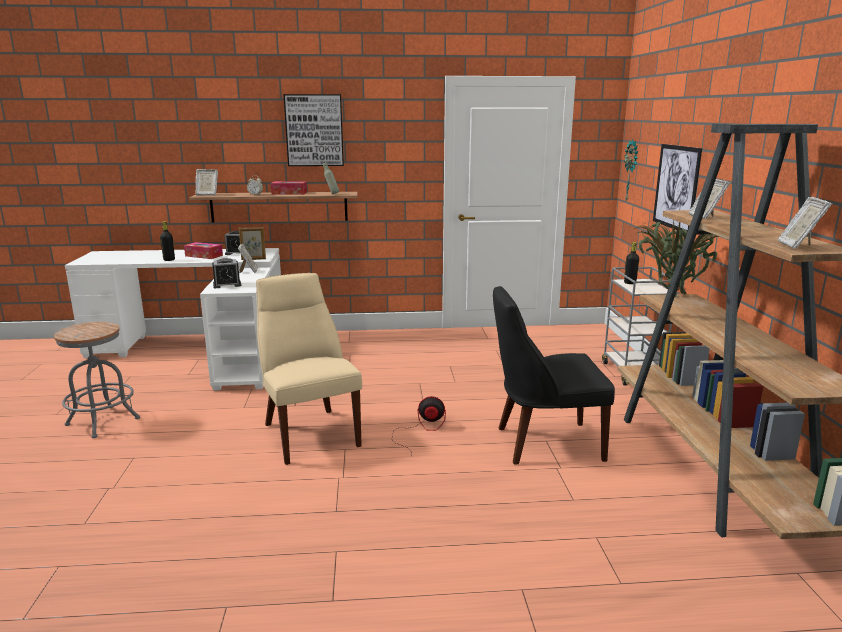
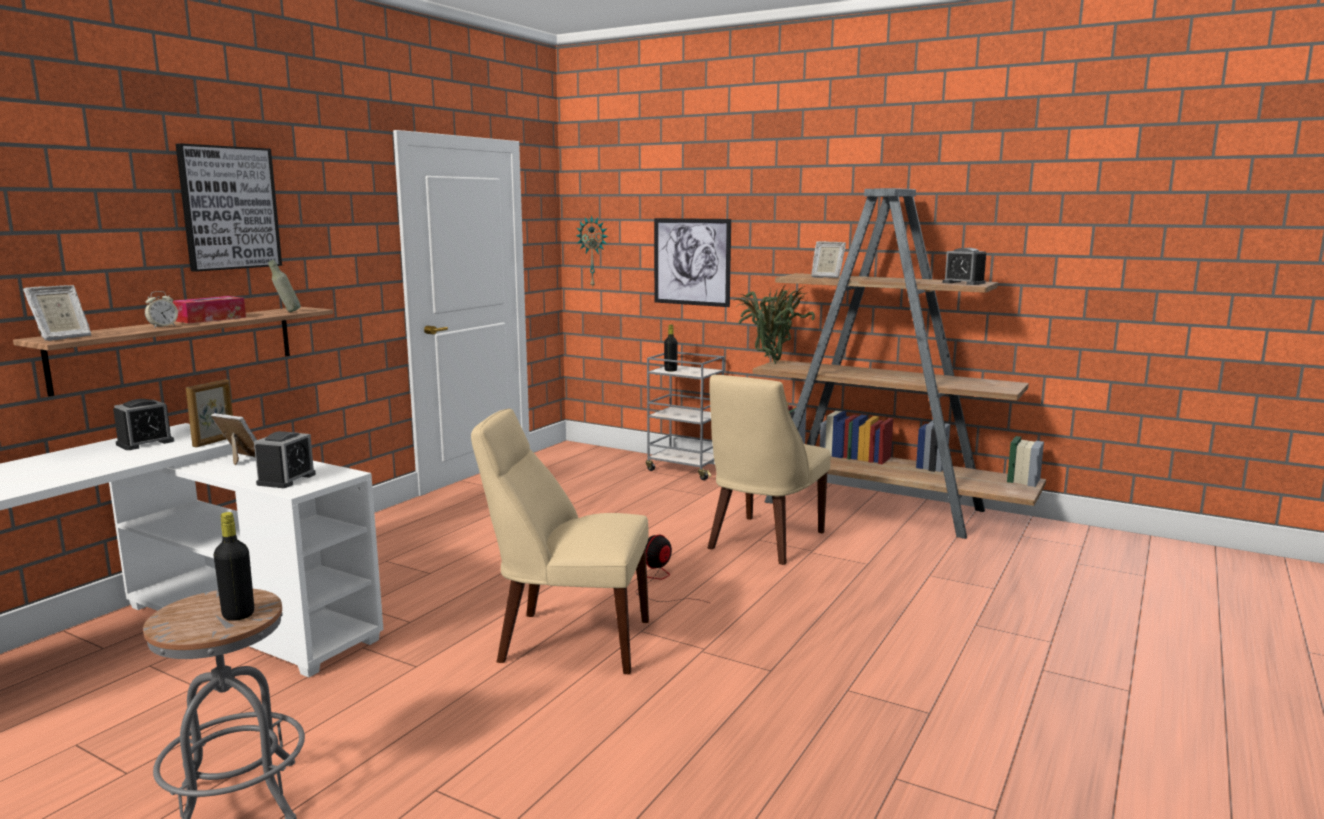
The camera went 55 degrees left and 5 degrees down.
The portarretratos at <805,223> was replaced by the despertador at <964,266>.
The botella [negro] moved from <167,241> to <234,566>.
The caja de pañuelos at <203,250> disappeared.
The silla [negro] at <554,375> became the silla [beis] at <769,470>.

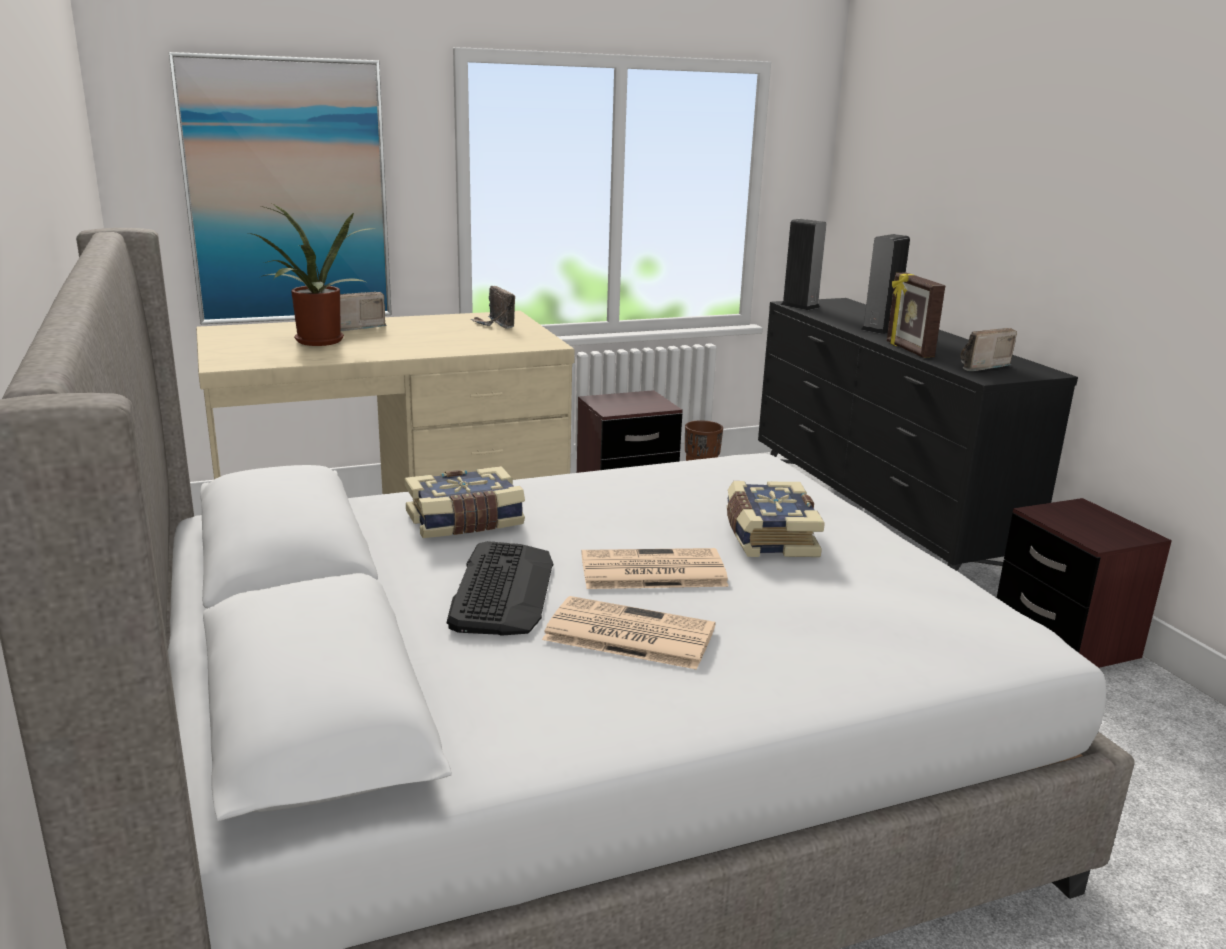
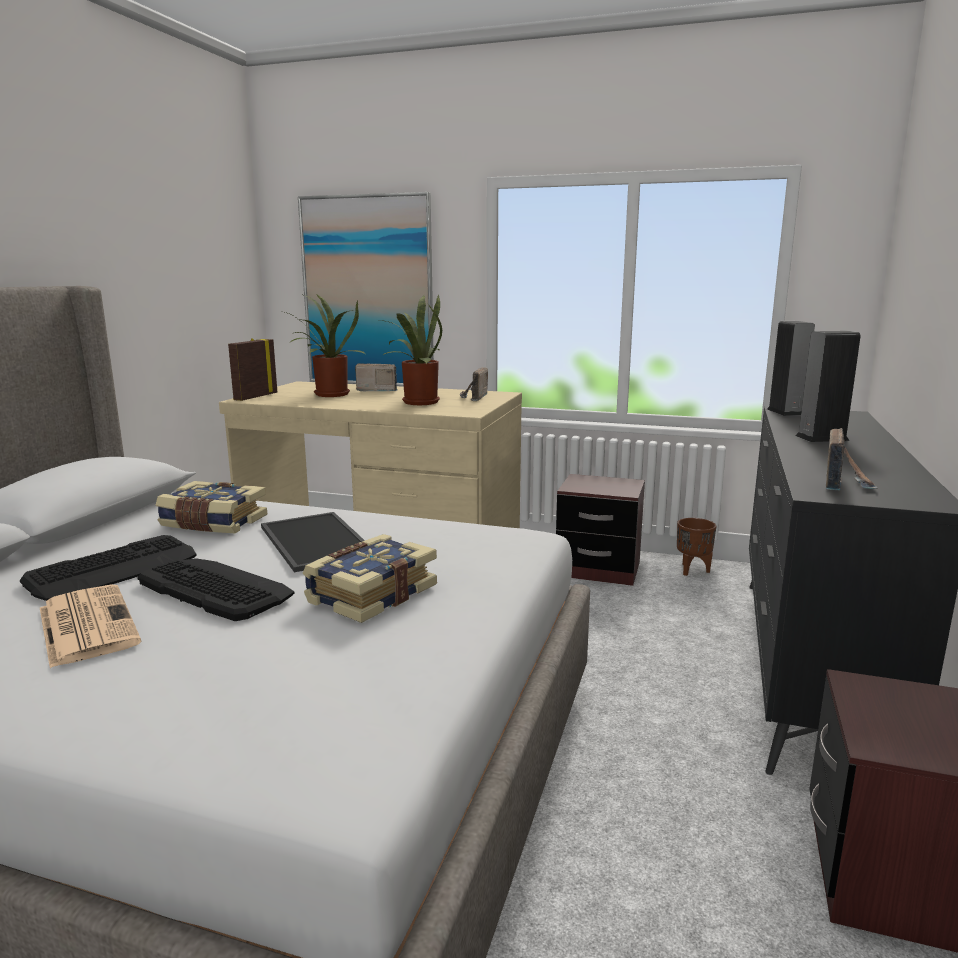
The camera went 40 degrees right and 5 degrees down.
The portarretratos moved from <916,315> to <252,369>.
The radio at <988,349> turned 105 degrees clockwise.
The periódico at <655,568> was replaced by the teclado at <216,589>.
The planta en maceta at <411,350> appeared.
The bandeja at <313,542> appeared.

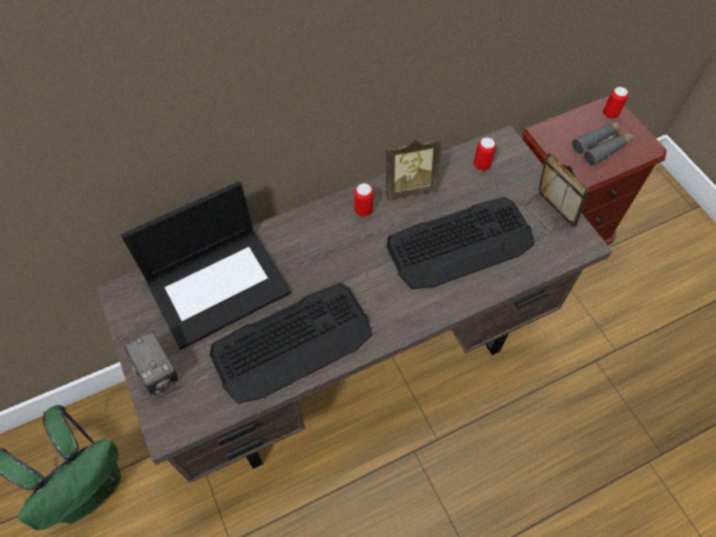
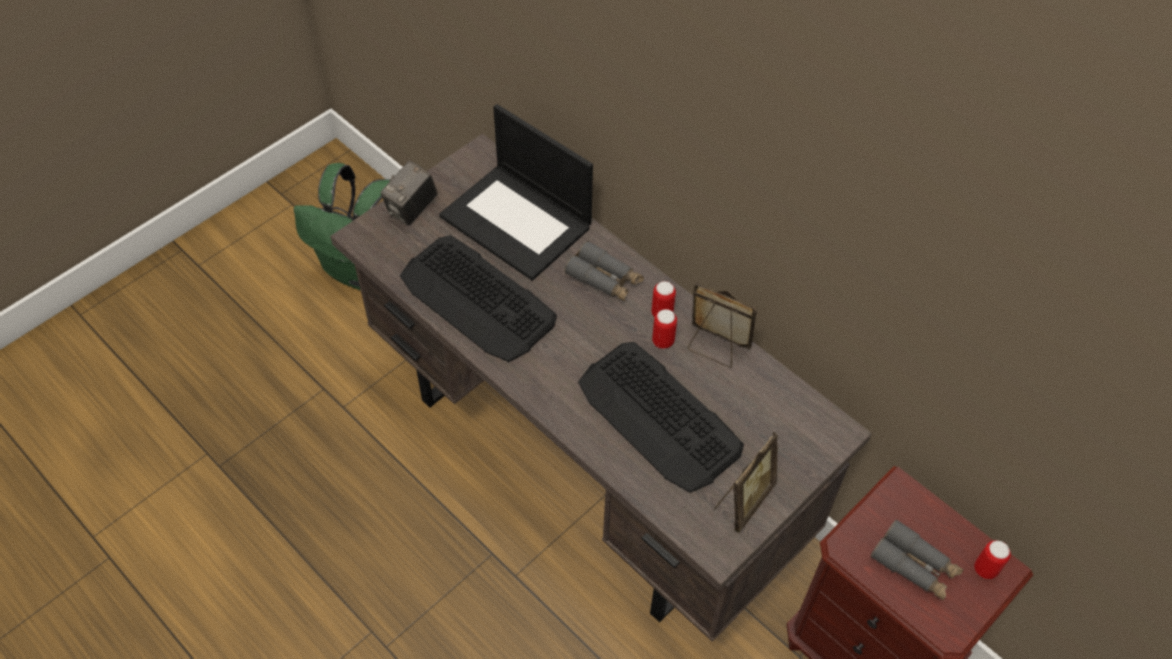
The camera went 70 degrees right and 5 degrees down.
The lata moved from <485,154> to <664,329>.
The portarretratos at <414,169> turned 150 degrees clockwise.
The prismáticos [gris] at <604,271> appeared.

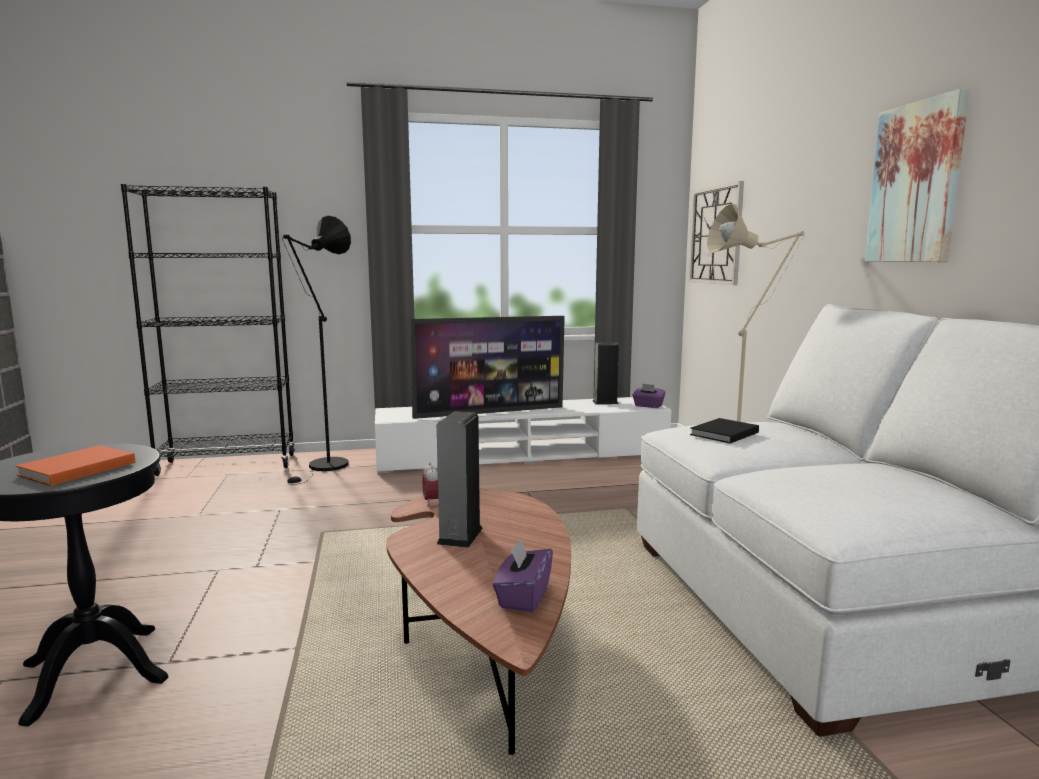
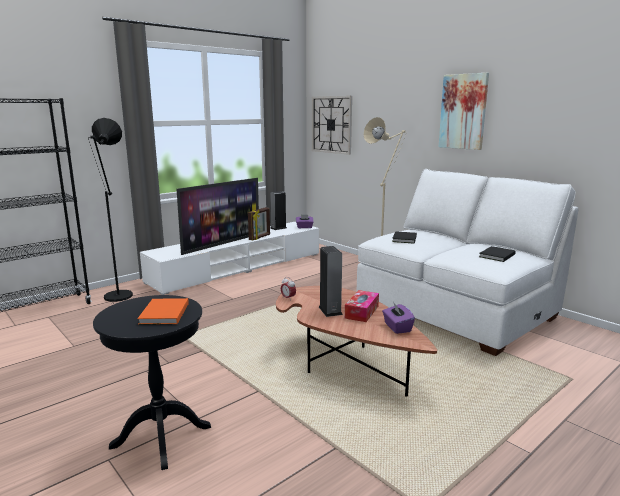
The camera went 30 degrees left and 5 degrees up.
The portarretratos at <259,223> appeared.
The libro [negro] at <497,254> appeared.
The caja de pañuelos at <362,306> appeared.

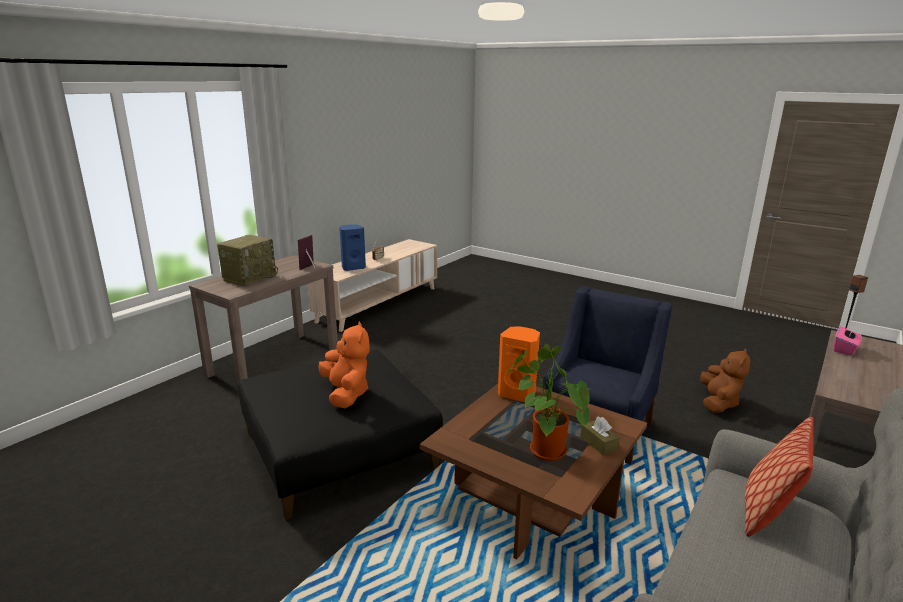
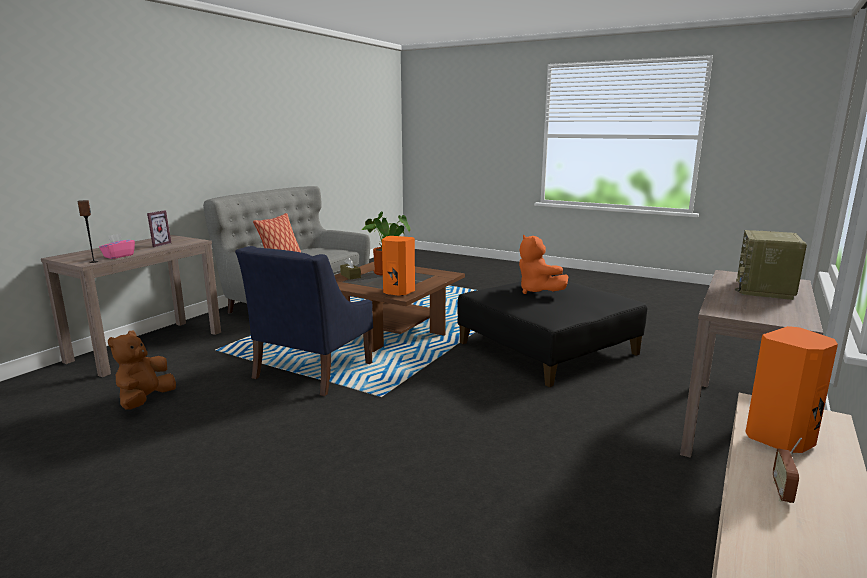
The camera went 175 degrees right and 5 degrees down.
The altavoz [azul] at <352,247> became the altavoz [naranja] at <791,389>.
The portarretratos moved from <307,252> to <159,228>.

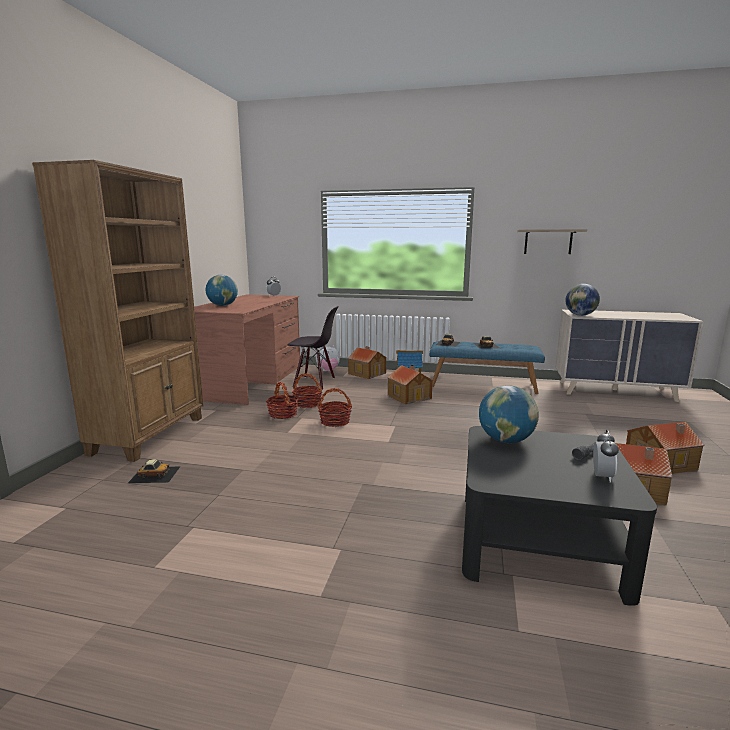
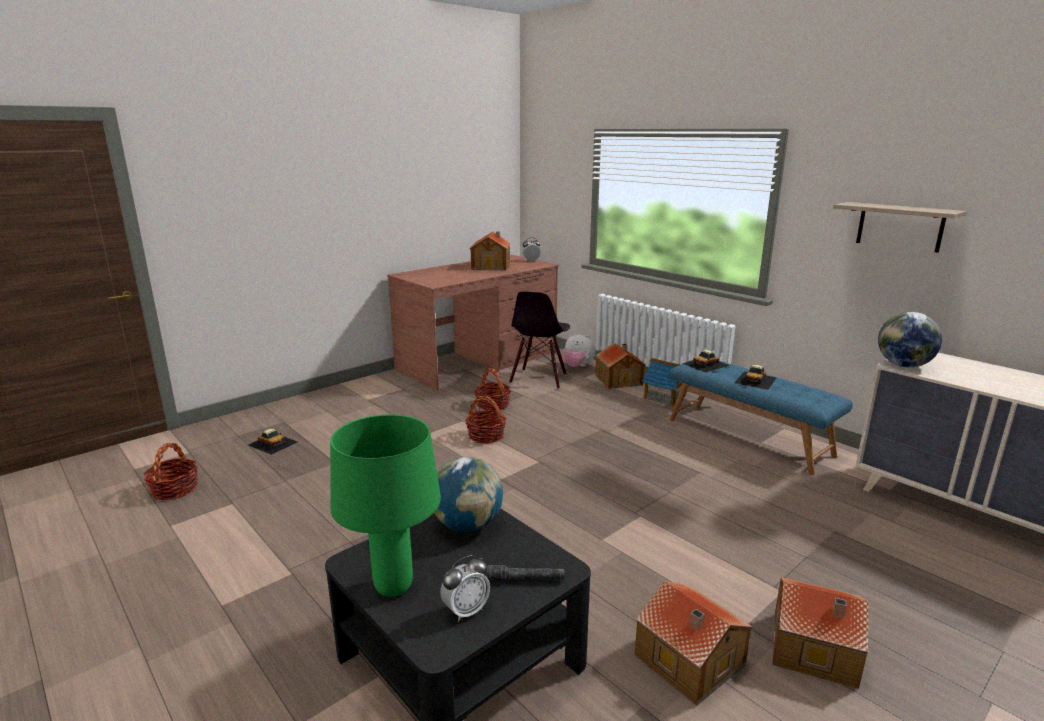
The camera went 35 degrees right and 5 degrees up.
The estantería [marrón] at <118,311> disappeared.
The globo terráqueo at <222,290> disappeared.
The silla [negro] at <313,347> turned 60 degrees clockwise.
The casita moved from <410,384> to <490,250>.
The cesta moved from <282,400> to <171,471>.
The lámpara de mesa [verde] at <385,505> appeared.

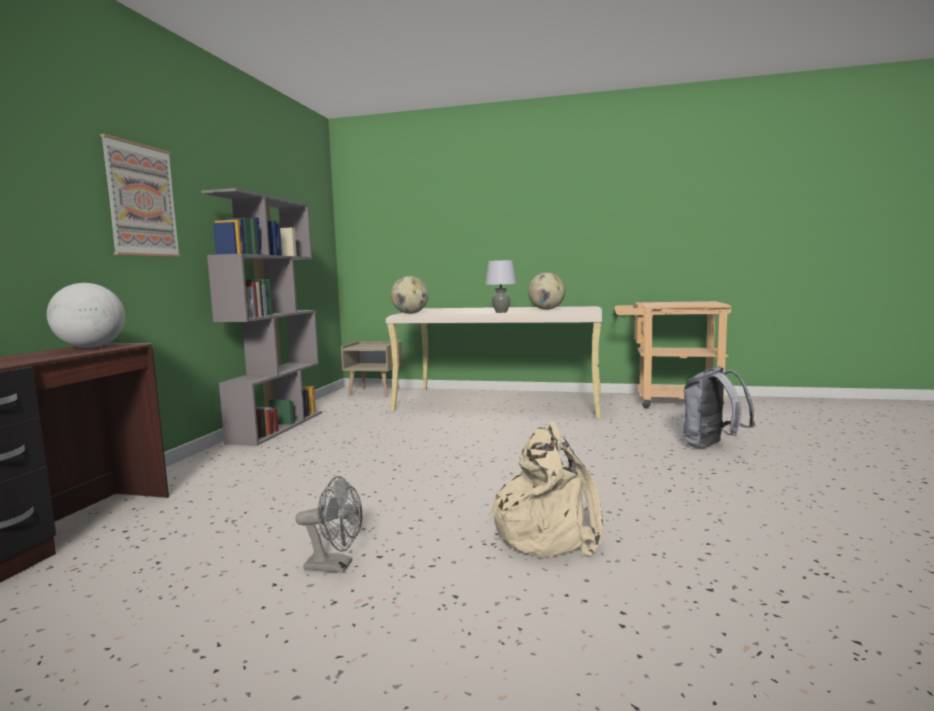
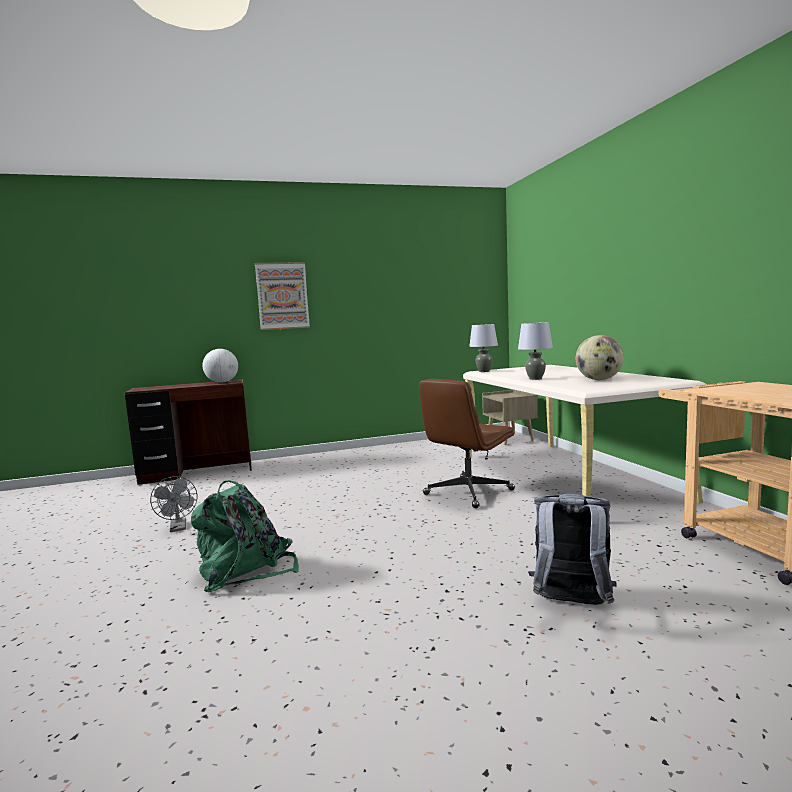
The camera went 60 degrees right and 0 degrees up.
The estantería [gris] at <261,317> disappeared.
The globo terráqueo at <409,295> was replaced by the lámpara de mesa [gris] at <483,348>.
The mochila [beis] at <545,489> became the mochila [verde] at <245,536>.
The silla de oficina [marrón] at <467,443> appeared.

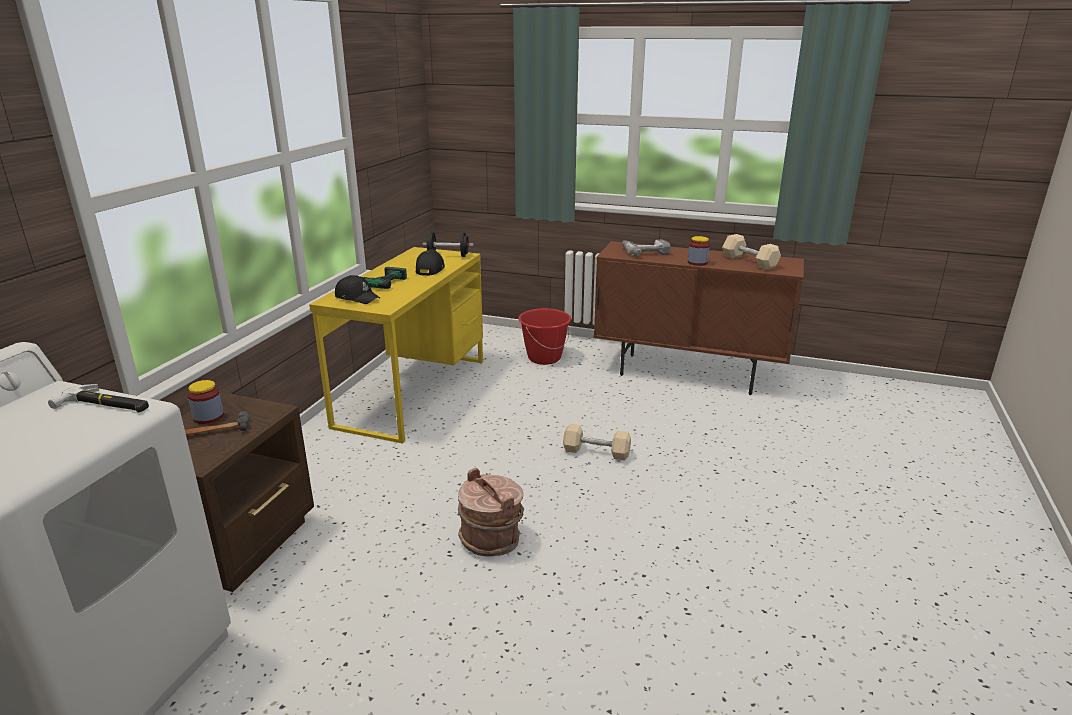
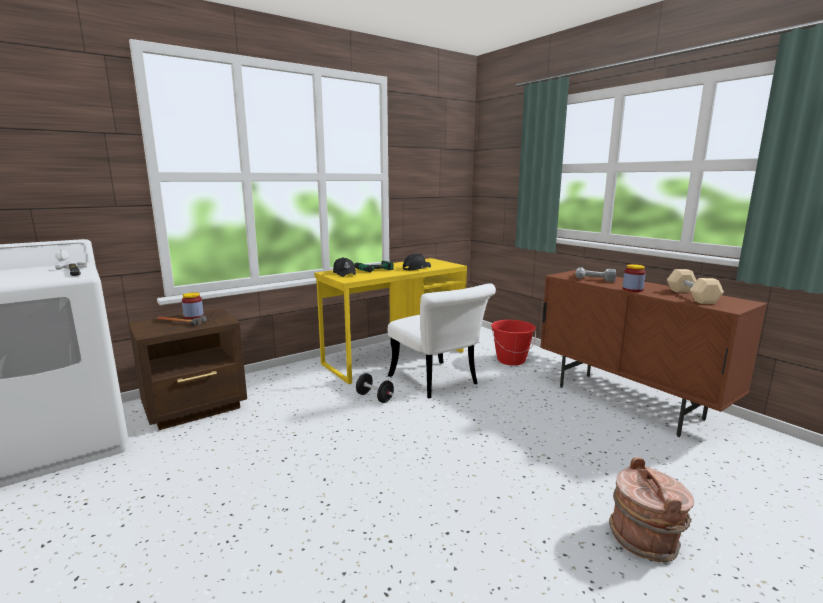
The camera went 35 degrees right and 10 degrees down.
The mancuerna [negro] moved from <448,244> to <375,388>.
The mancuerna [beis] at <597,442> disappeared.
The cubo [marrón] moved from <491,512> to <651,509>.
The silla [blanco] at <442,340> appeared.

